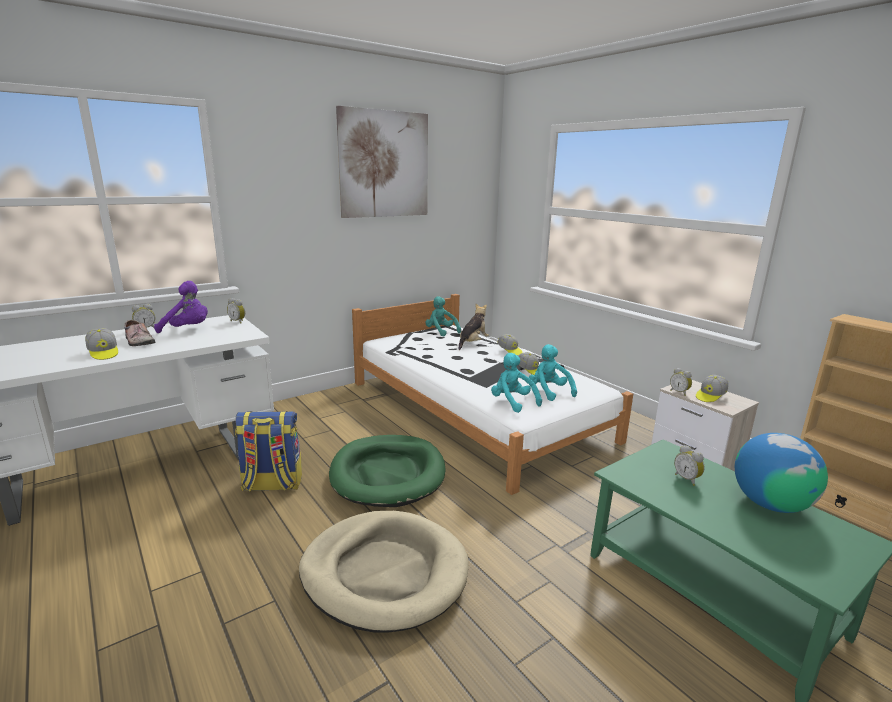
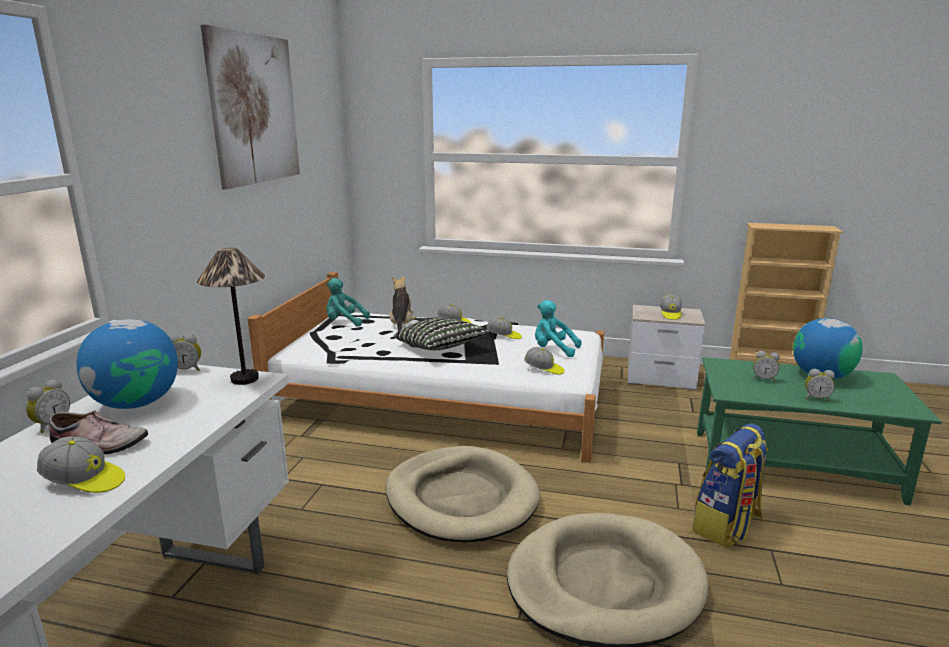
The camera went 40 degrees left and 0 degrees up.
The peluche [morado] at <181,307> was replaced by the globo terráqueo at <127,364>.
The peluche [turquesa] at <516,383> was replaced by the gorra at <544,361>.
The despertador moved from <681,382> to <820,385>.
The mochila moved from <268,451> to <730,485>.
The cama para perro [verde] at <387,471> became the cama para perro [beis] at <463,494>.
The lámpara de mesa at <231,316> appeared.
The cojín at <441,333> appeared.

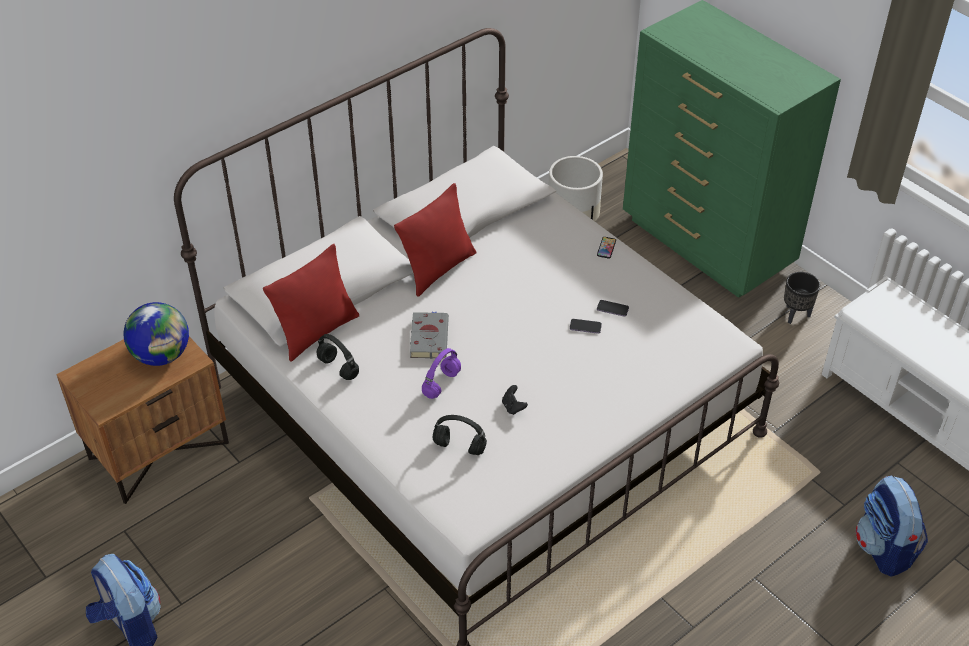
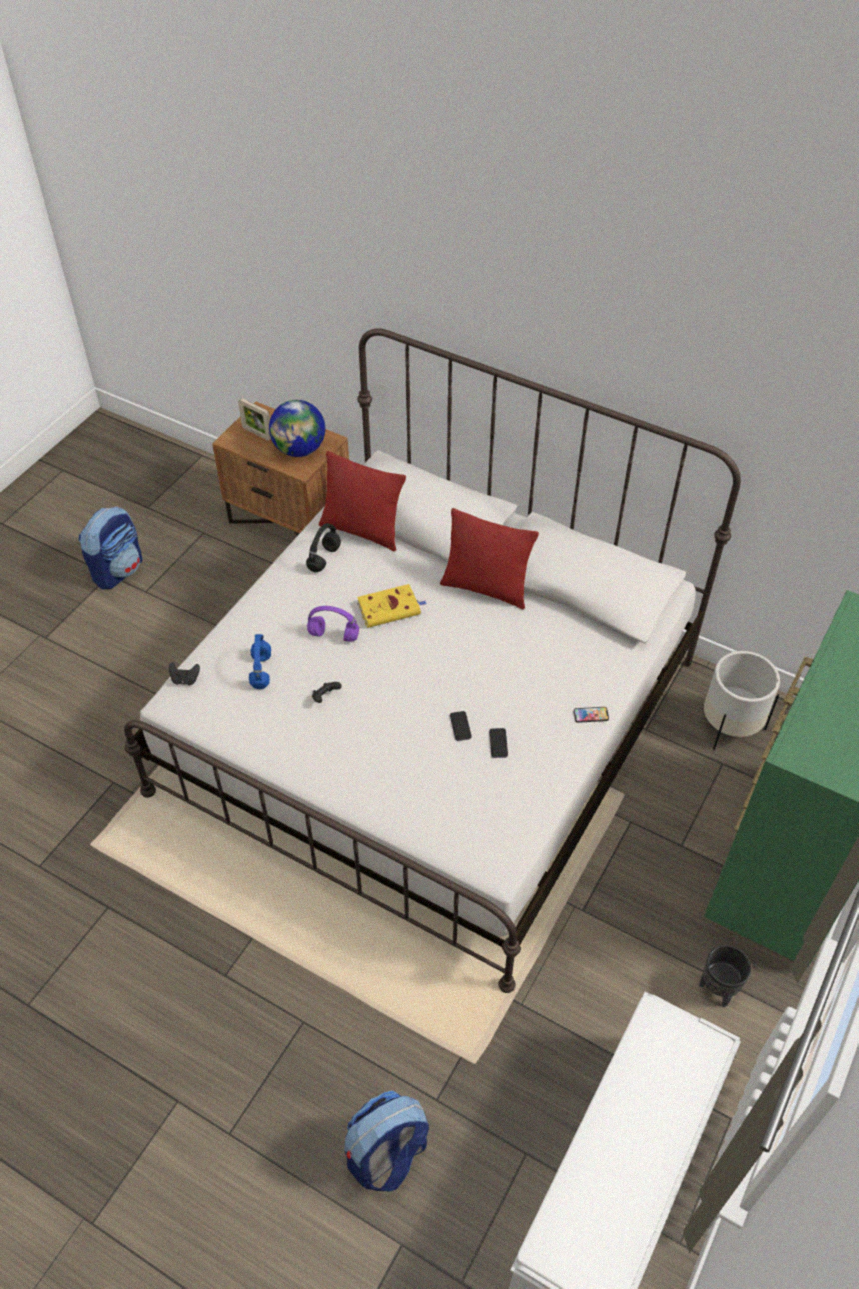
The camera went 70 degrees right and 5 degrees up.
The libro [gris] at <429,335> became the libro [amarillo] at <392,606>.
The auriculares [negro] at <460,435> became the auriculares [azul] at <260,661>.
The portarretratos at <254,419> appeared.
The mando de consola [negro] at <184,673> appeared.

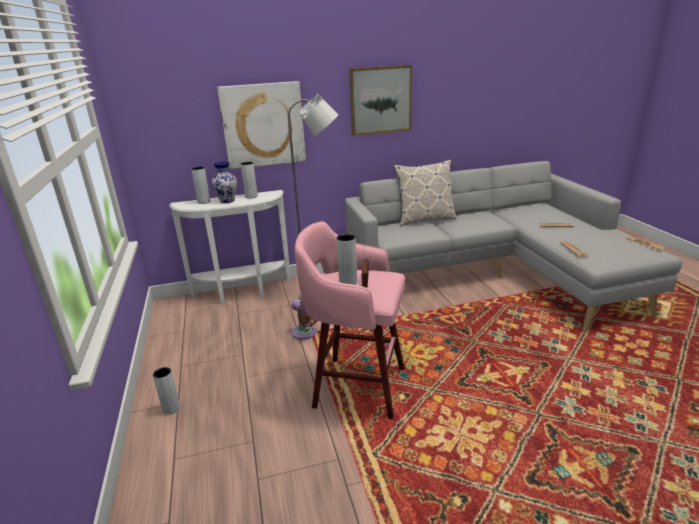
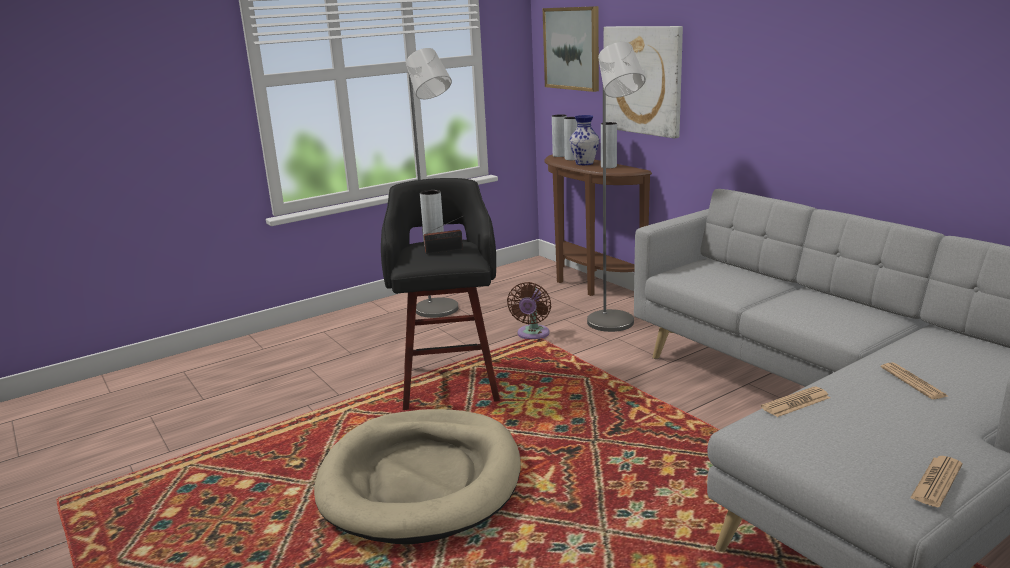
The camera went 70 degrees right and 5 degrees down.
The cuadro moved from <380,100> to <571,49>.
The cojín at <425,193> disappeared.
The mesa consola [blanco] at <230,247> became the mesa consola [marrón] at <598,225>.
The taburete [rosa] at <350,320> became the taburete [negro] at <440,294>.
The florero [gris] moved from <166,391> to <559,135>.
The lámpara de pie [gris] at <432,183> appeared.
The cama para perro [beis] at <417,476> appeared.

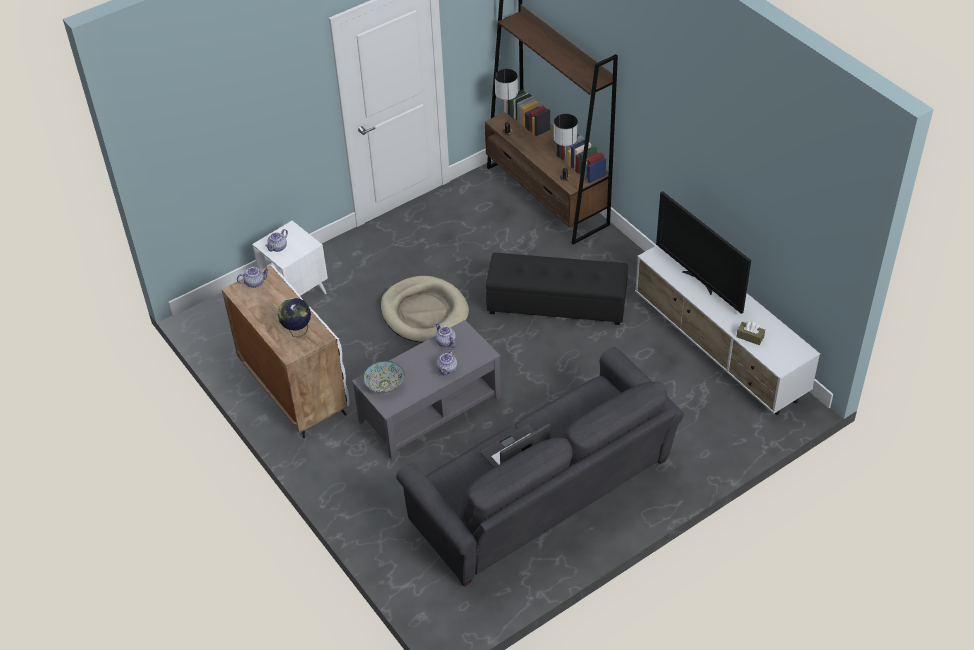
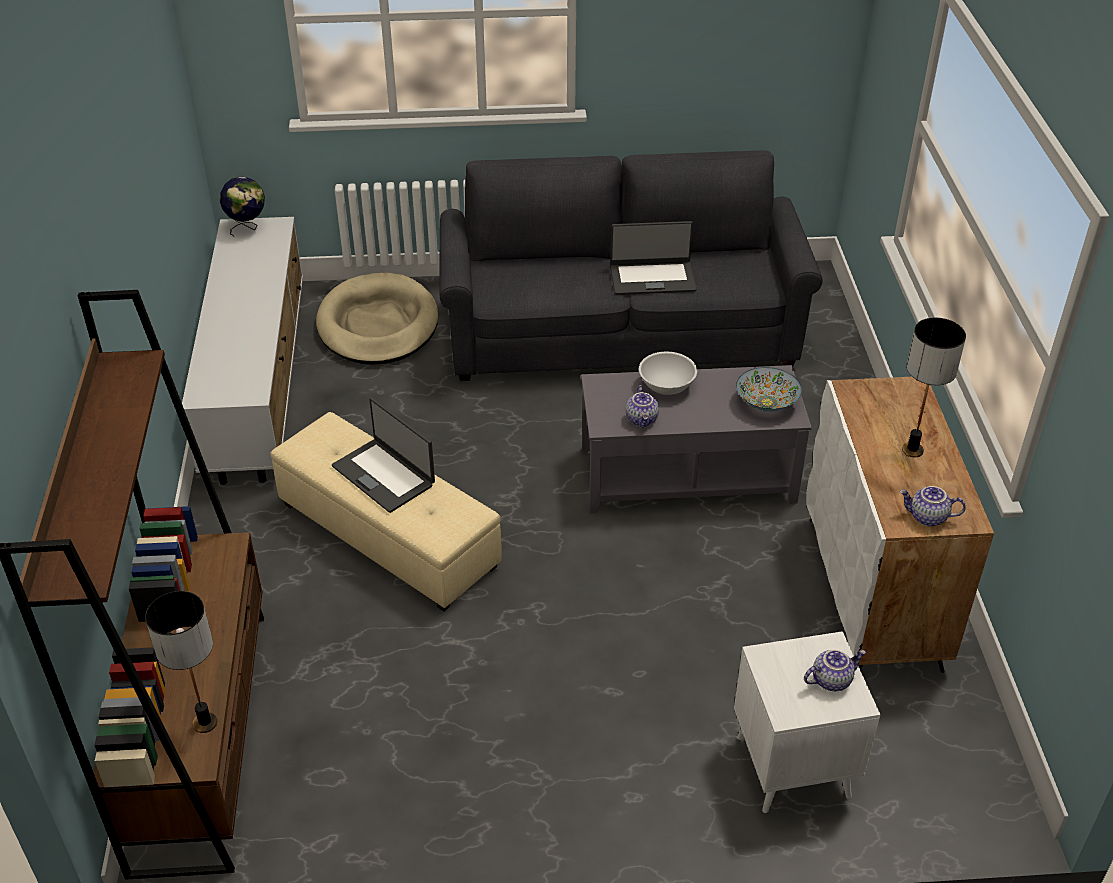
The camera went 150 degrees left and 5 degrees down.
The lámpara de mesa moved from <566,148> to <934,387>.
The televisor at <703,252> disappeared.
The puf [negro] at <557,289> became the puf [beis] at <386,511>.
The cama para perro [beis] moved from <425,309> to <377,319>.
The globo terráqueo moved from <294,317> to <242,206>.
The caja de pañuelos [marrón] at <750,333> disappeared.
The tetera at <447,362> was replaced by the cuenco [blanco] at <668,373>.
The portátil at <383,455> appeared.

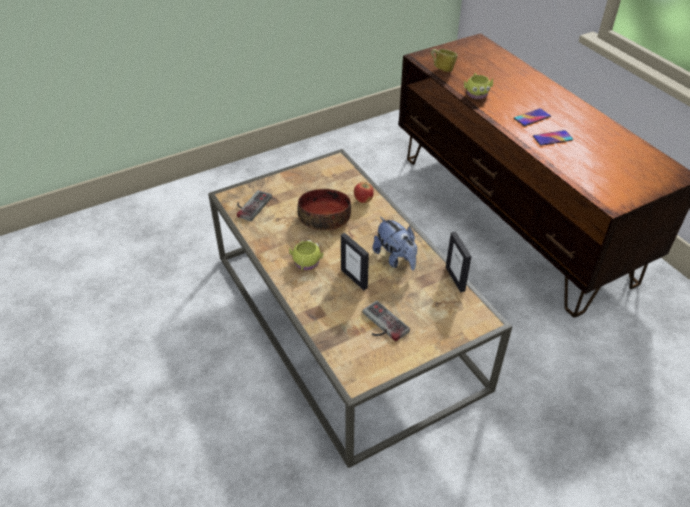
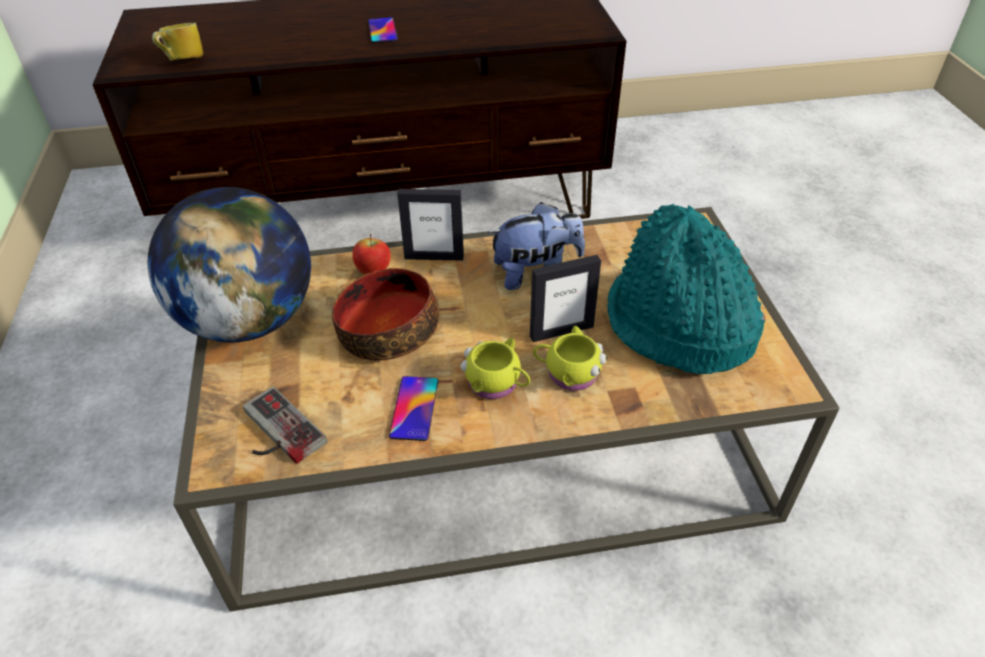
The camera went 70 degrees left and 0 degrees up.
The taza grande [amarillo] moved from <478,86> to <570,358>.
The móvil moved from <553,138> to <413,408>.
The portarretratos moved from <459,262> to <430,225>.
The mando de consola at <386,321> was replaced by the sombrero [turquesa] at <686,289>.
The globo terráqueo at <229,264> appeared.

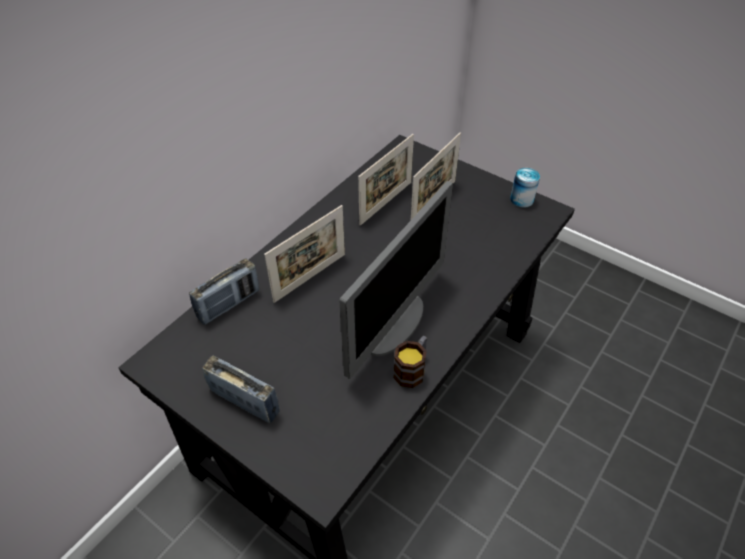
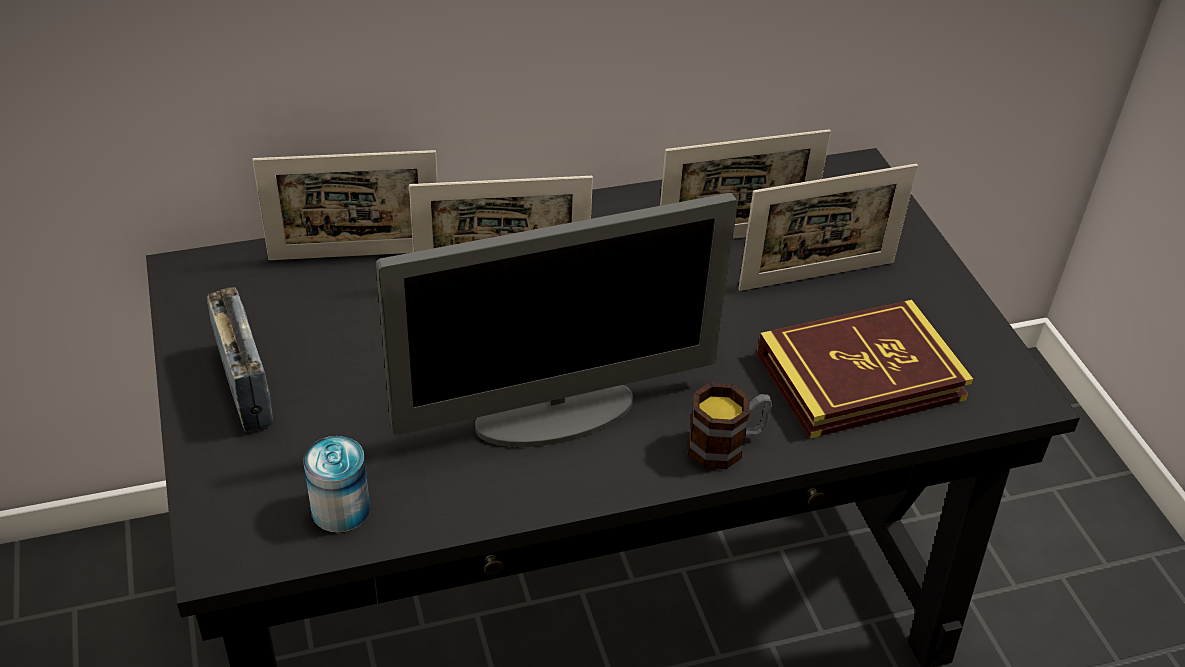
The camera went 35 degrees right and 5 degrees down.
The lata moved from <525,188> to <336,484>.
The radio at <224,291> was replaced by the portarretratos at <345,205>.
The taza grande moved from <410,362> to <730,425>.
The libro at <865,369> appeared.

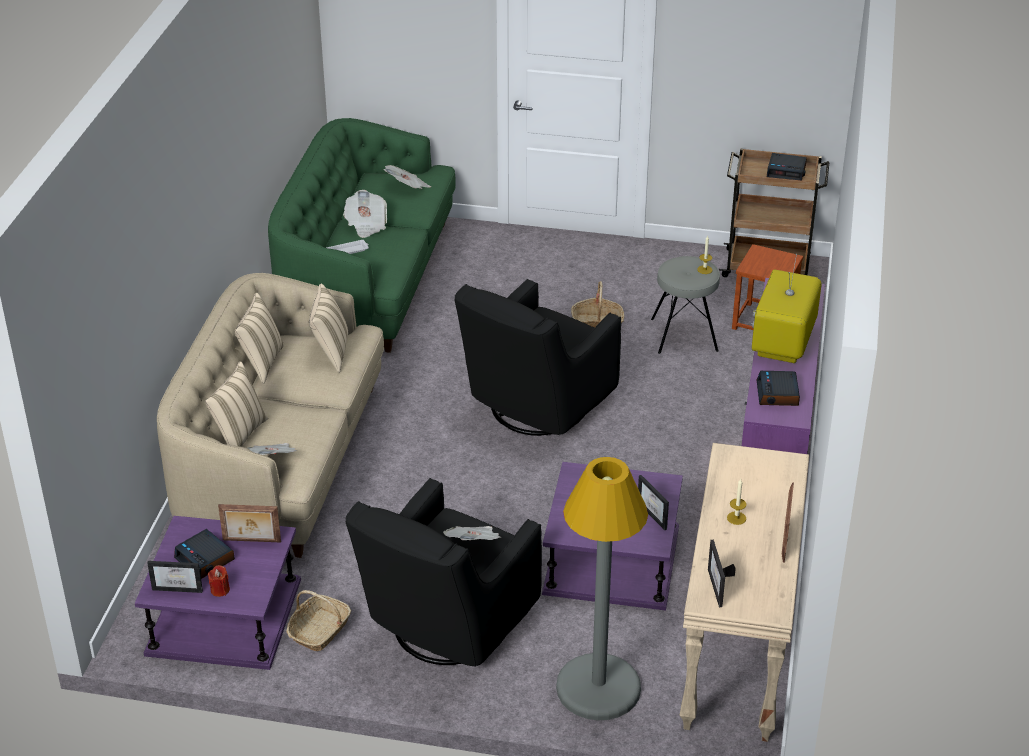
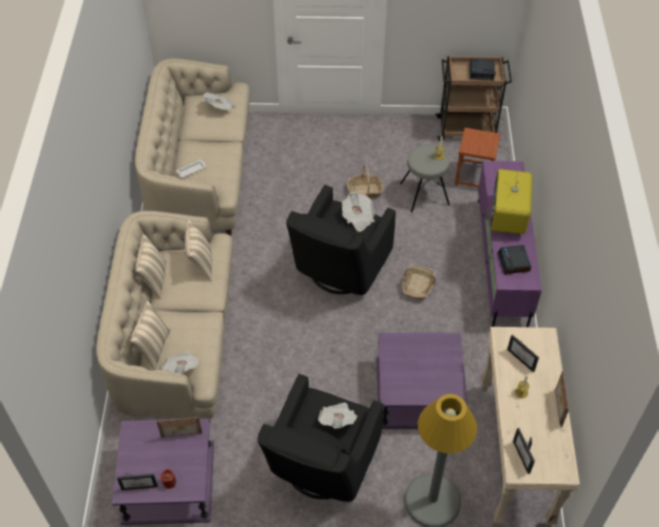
The camera went 10 degrees left and 15 degrees up.
The sofá [verde] at <362,235> became the sofá [beis] at <192,147>.
The periódico moved from <365,214> to <358,212>.
The portarretratos moved from <653,502> to <523,353>.
The despertador at <204,554> disappeared.
The cesta moved from <318,620> to <419,282>.

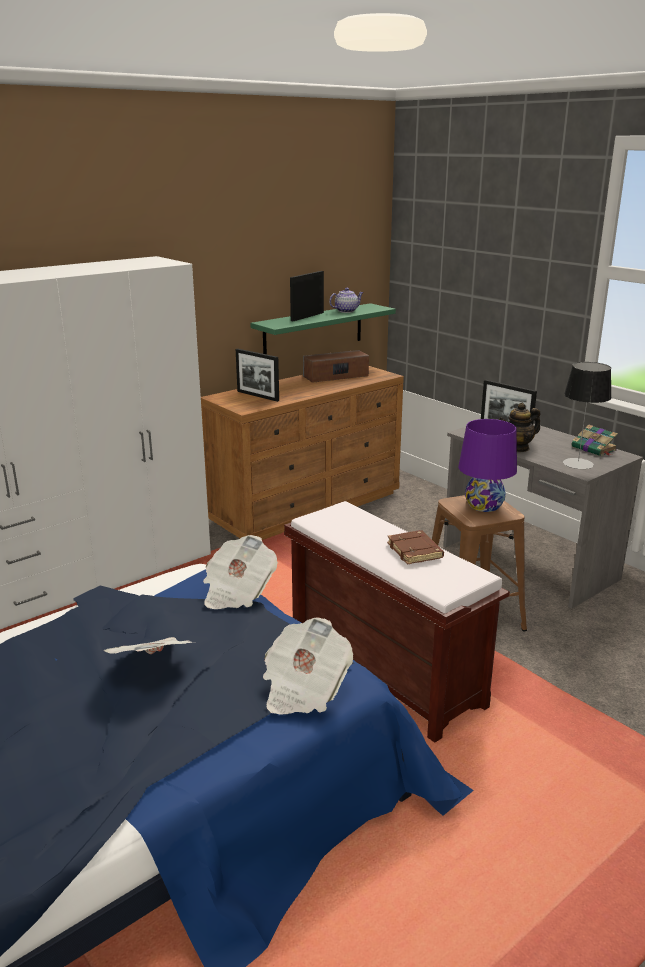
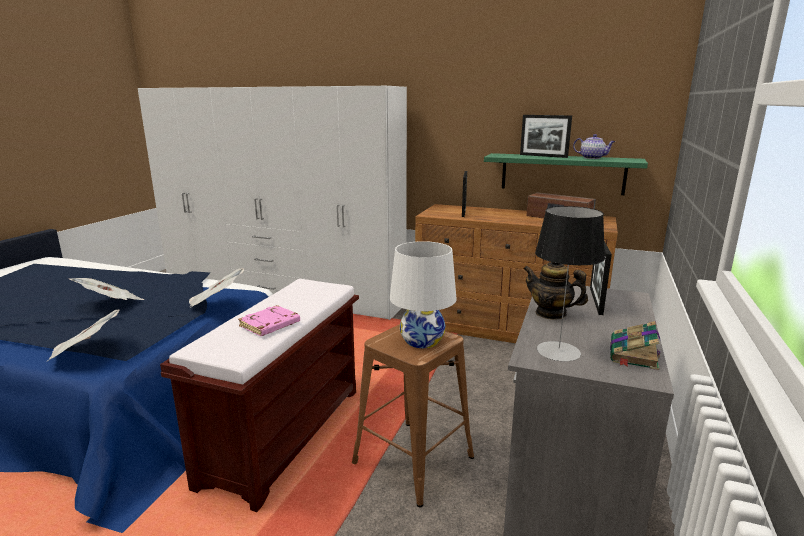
The camera went 60 degrees right and 5 degrees down.
The portarretratos at <307,296> turned 150 degrees counterclockwise.
The lámpara de mesa [morado] at <487,465> became the lámpara de mesa [blanco] at <423,294>.
The libro [marrón] at <415,547> became the libro [rosa] at <269,320>.

